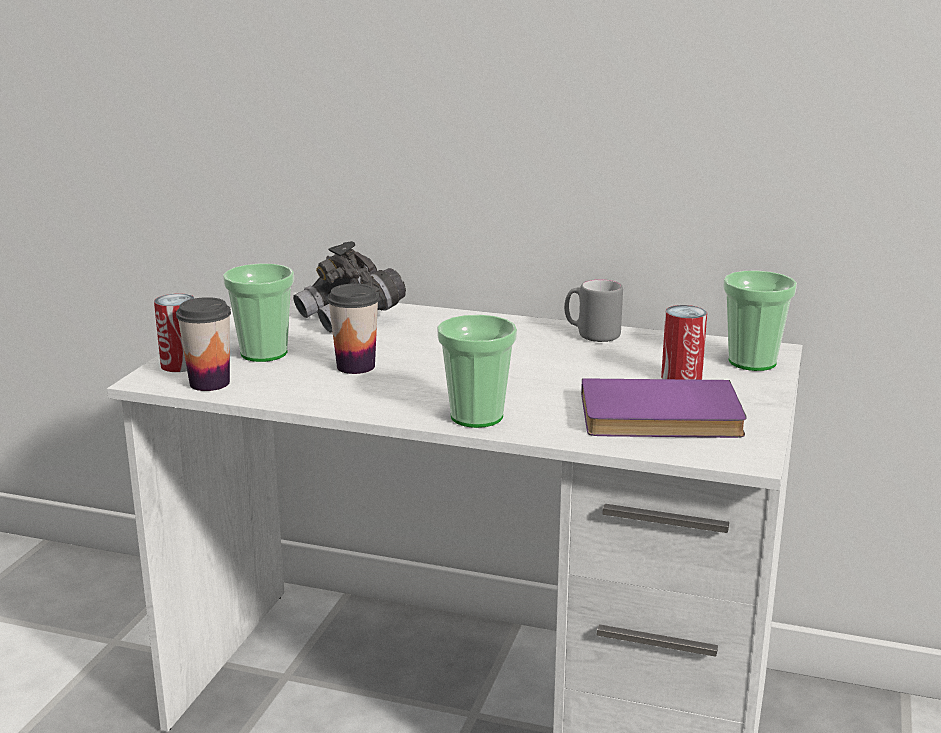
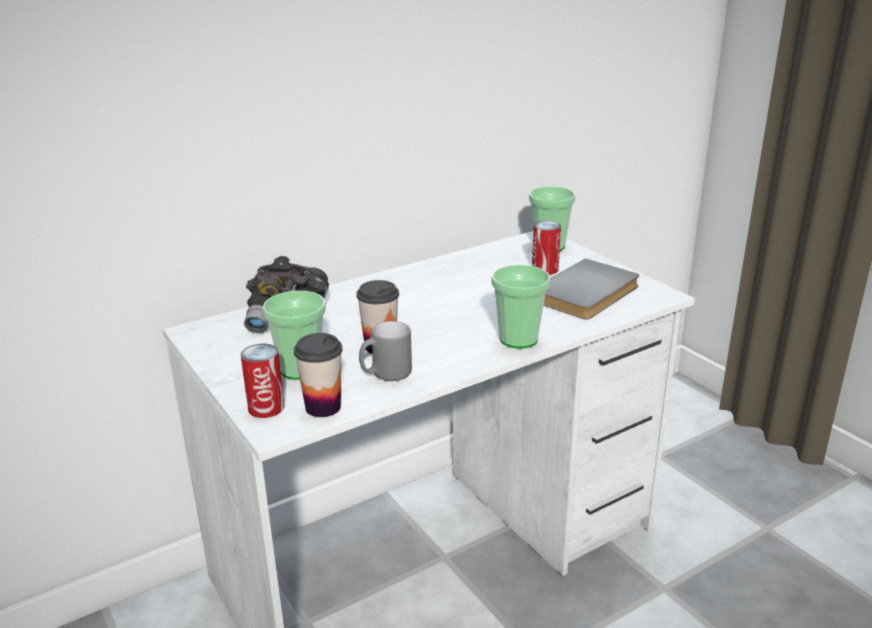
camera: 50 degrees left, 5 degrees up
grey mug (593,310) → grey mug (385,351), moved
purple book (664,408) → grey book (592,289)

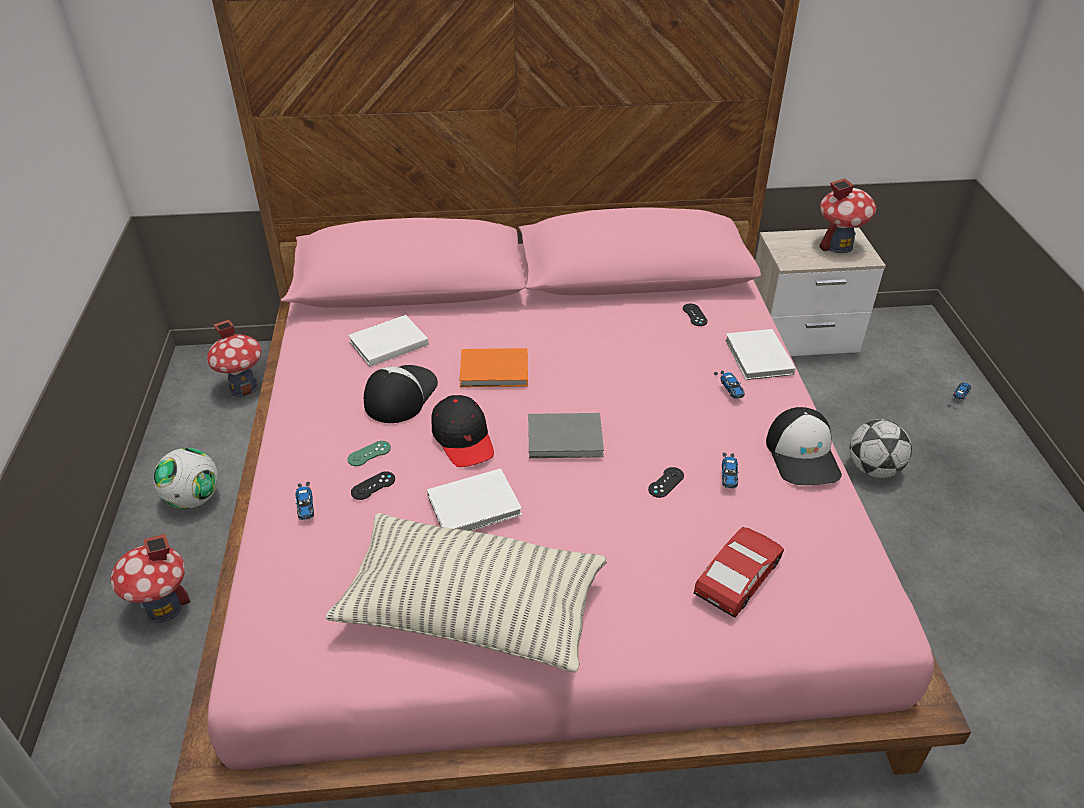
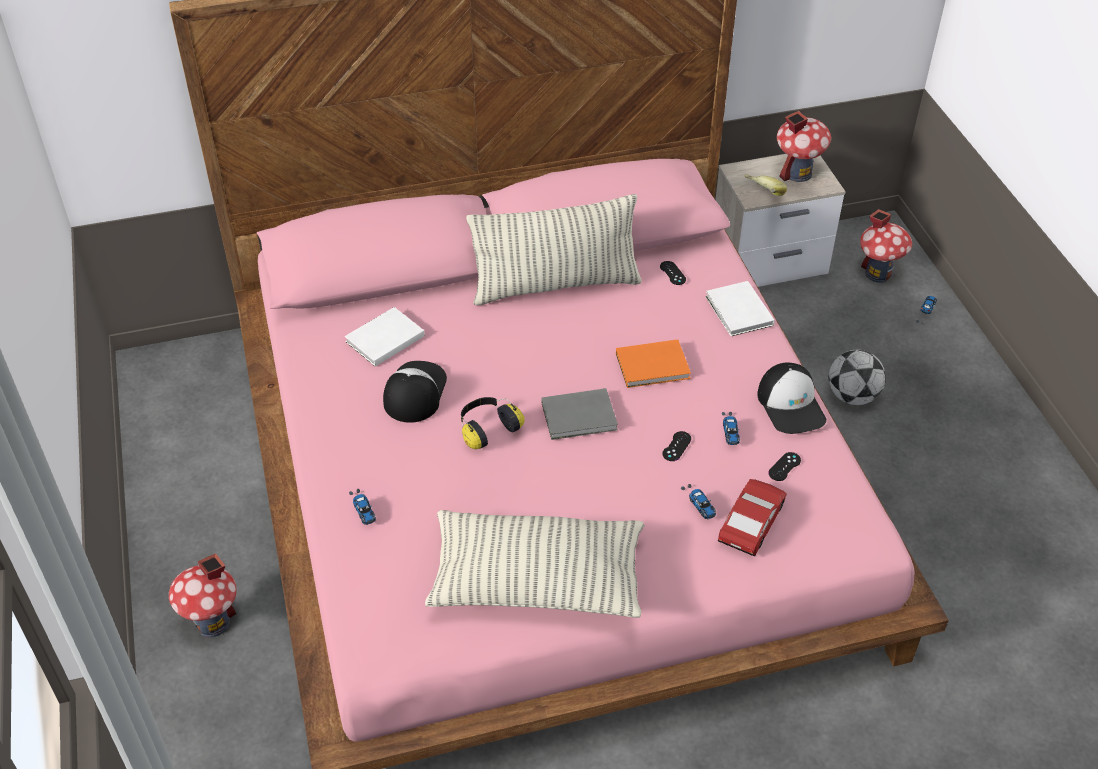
camera: 10 degrees left, 5 degrees up
football (185,478) → -
toy house (234,358) → toy house (886,246), moved
green game controller (369,453) → -
black game controller (373,485) → black game controller (784,466), moved
white book (474,499) → -
black cap (462,431) → headphones (492,423)
orange book (493,367) → orange book (653,363), moved
toy car (729,385) → toy car (698,501), moved
- → pillow (554,249)
- → banana (766,185)

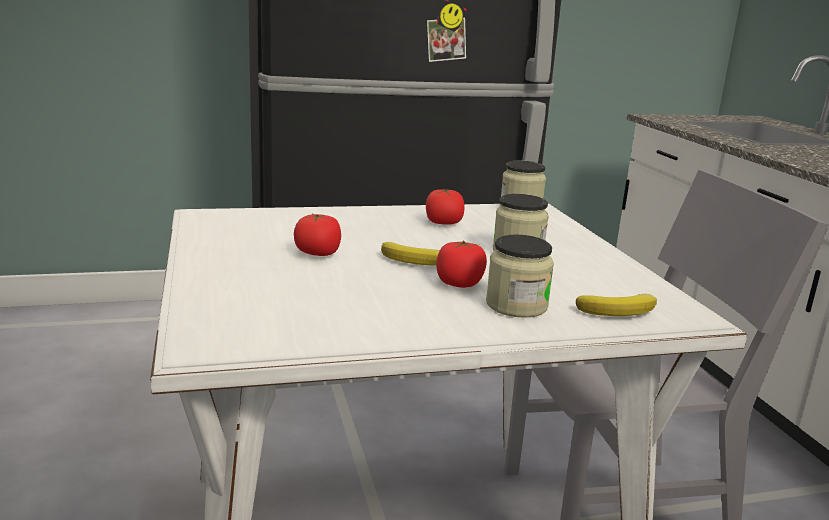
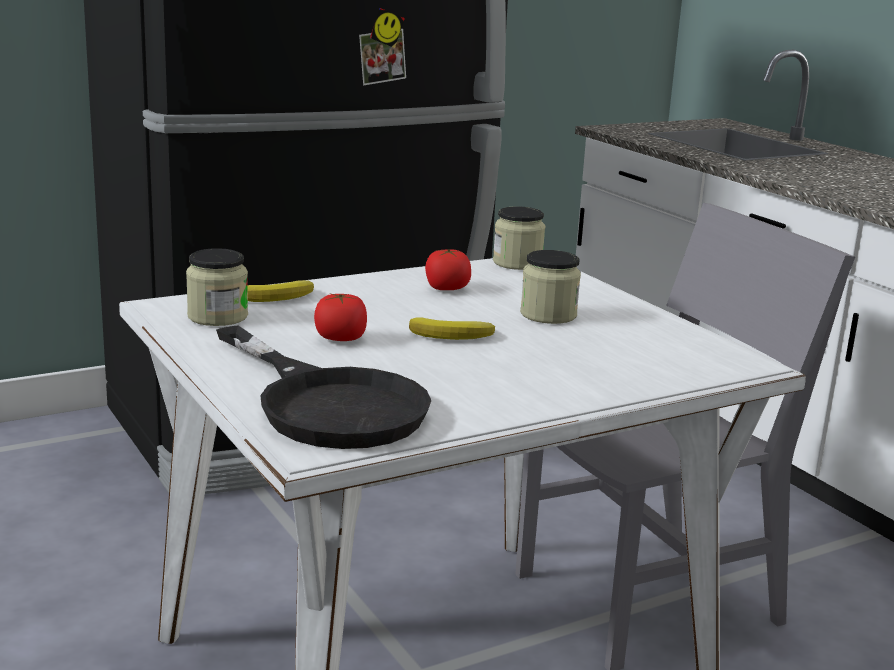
camera: 15 degrees left, 0 degrees up
tomato (461,264) → -
jar (520,276) → jar (217,287), moved
banana (616,305) → banana (281,291), moved
- → black frying pan (323,387)

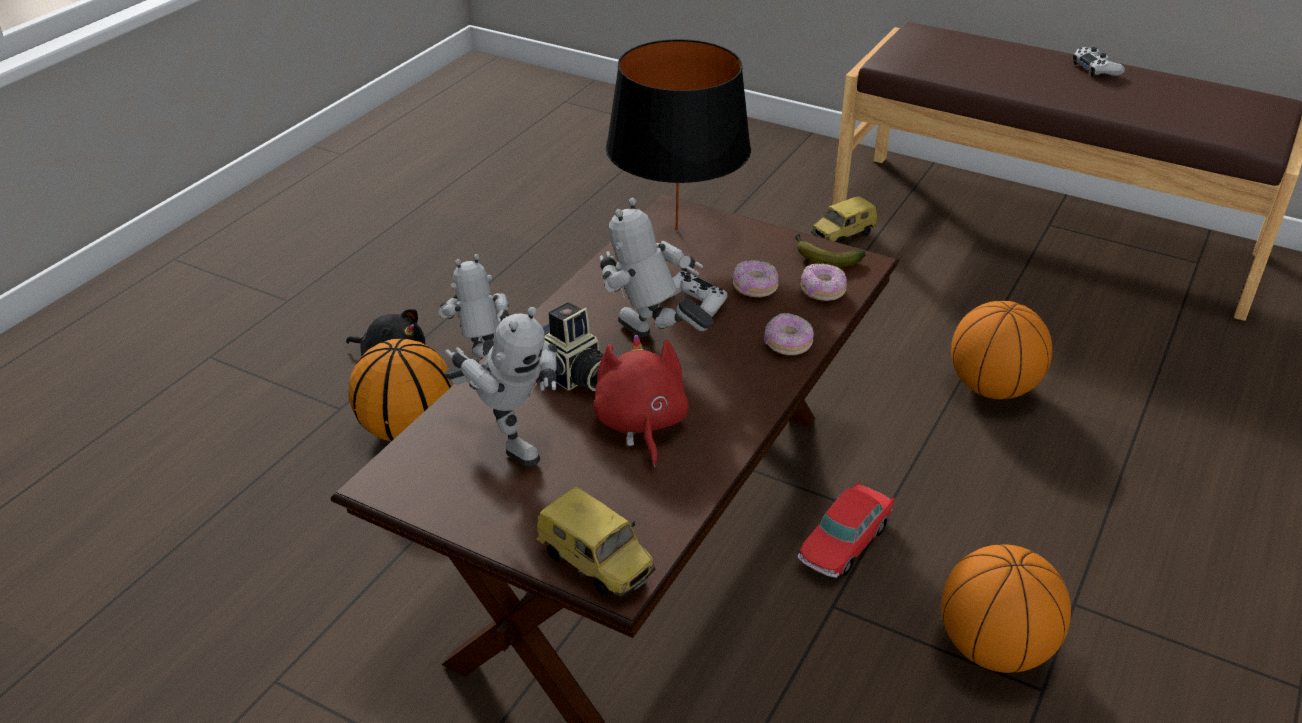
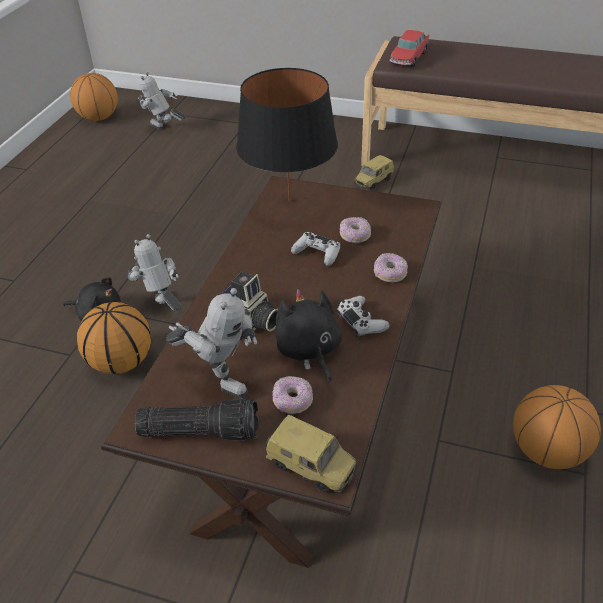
camera: 10 degrees left, 5 degrees up
red plush toy (641,401) → black plush toy (308,336)
toy robot (656,267) → toy robot (161,100), moved
banana (830,250) → -
toy car (846,529) → toy car (409,48), moved
donut (823,282) → donut (292,395), moved
basketball (1001,350) → basketball (94,97), moved
white game controller (1099,62) → white game controller (363,316), moved
- → flashlight (197,419)

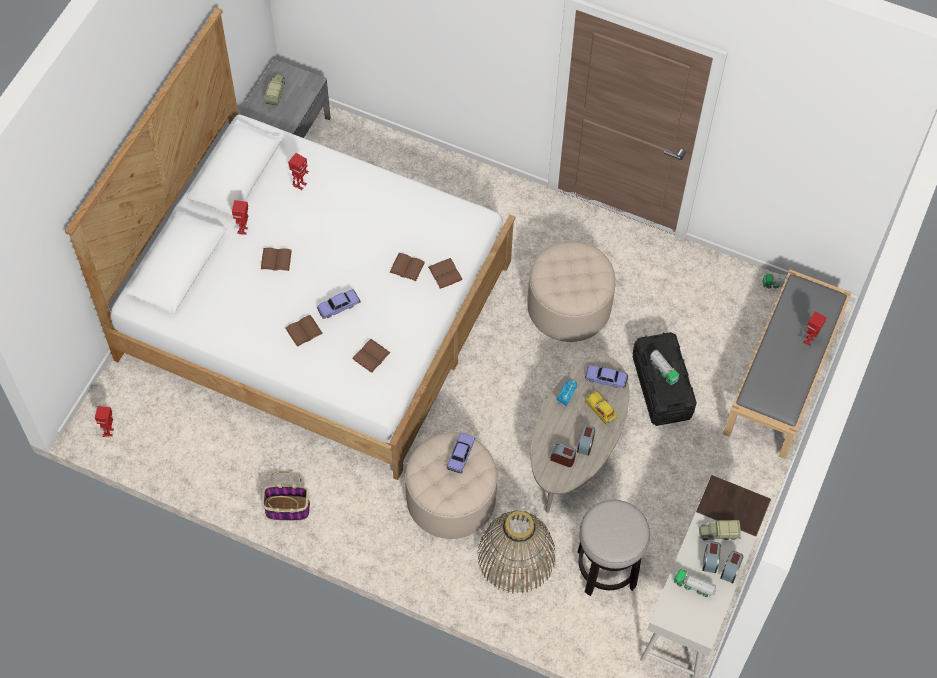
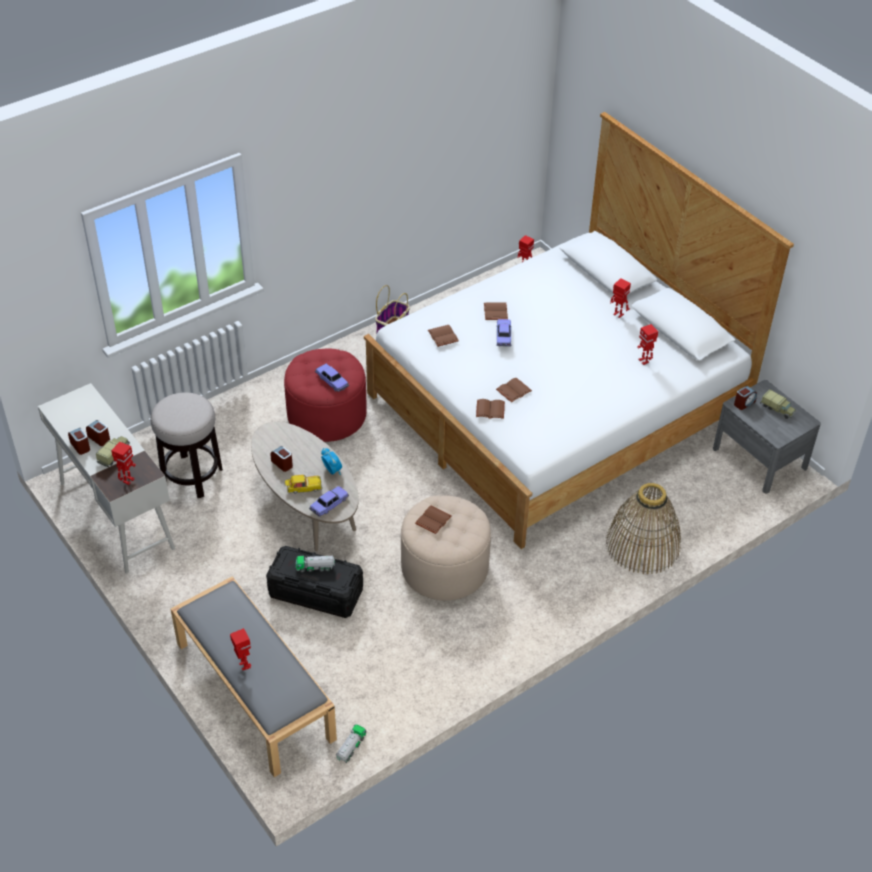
camera: 120 degrees right, 15 degrees down
brown book (276,259) → brown book (433,519), moved
beige ottoman (451,485) → red ottoman (325,395)
basket (517,551) → basket (643,529), moved
alarm clock (563,455) → alarm clock (745,398), moved
toy truck (695,583) → -
- → toy robot (123,463)

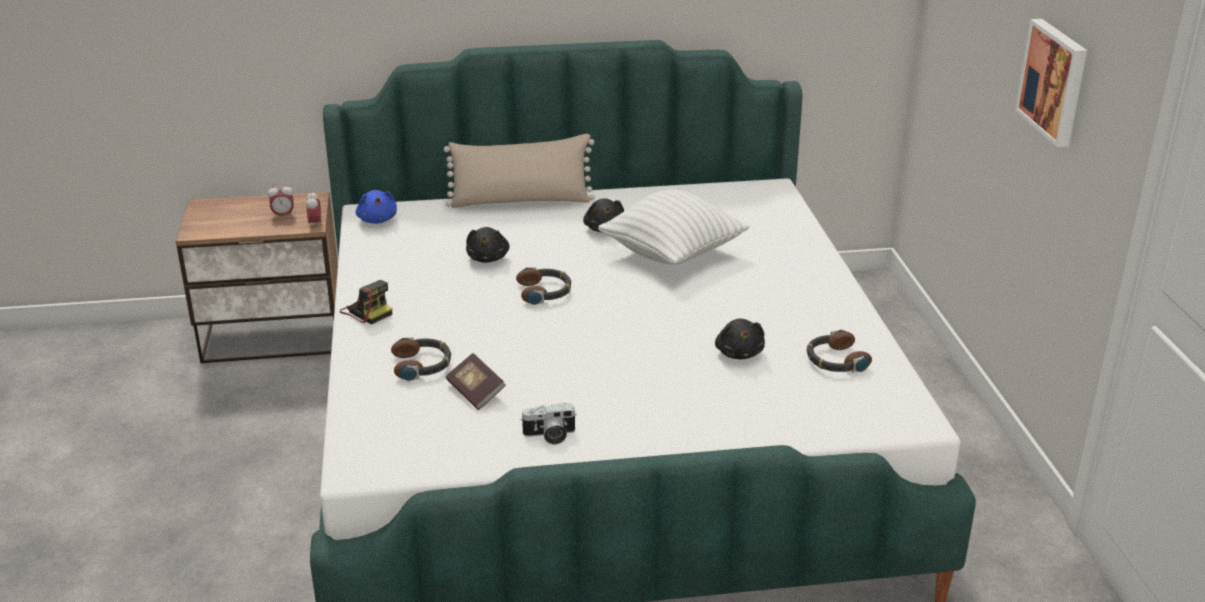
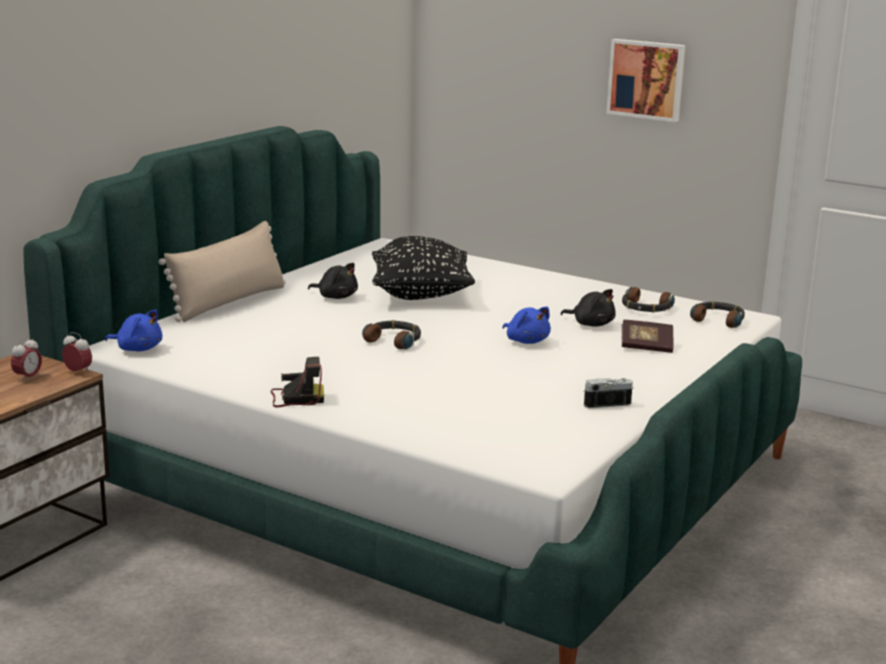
camera: 50 degrees left, 10 degrees down
headphones (421,359) → headphones (717,314), moved
book (476,381) → book (647,336), moved
black plush toy (488,245) → -
photo camera (548,423) → photo camera (608,393), 135 degrees counterclockwise
white pillow (673,227) → black pillow (423,268)
- → blue plush toy (526,325)

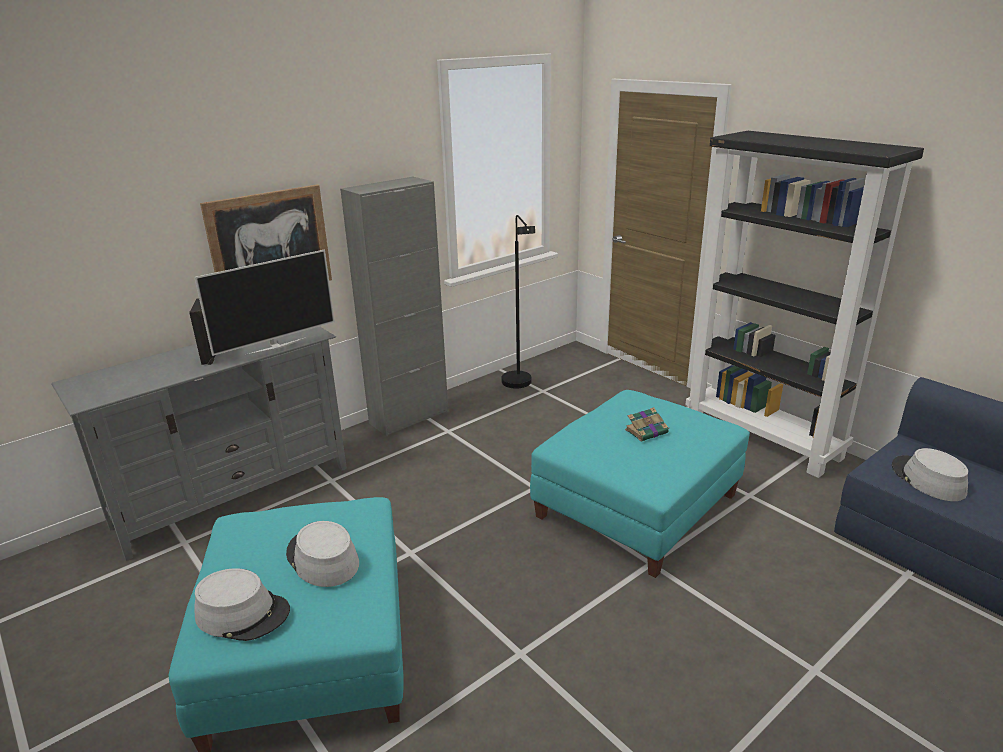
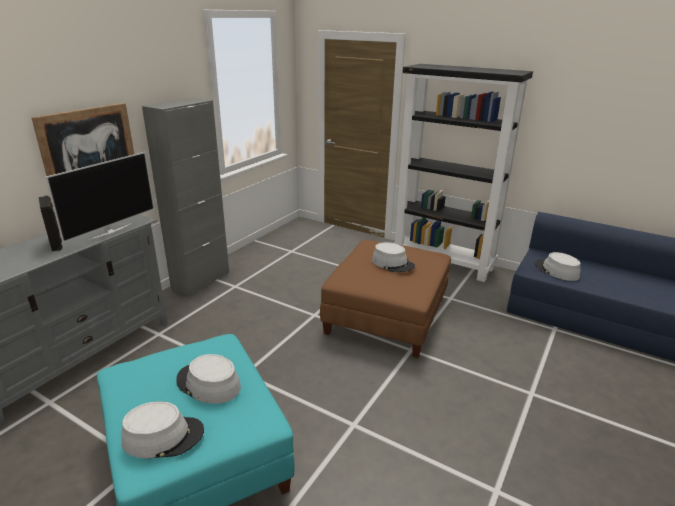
camera: 20 degrees left, 0 degrees up
black floor lamp (518,302) → -
turquoise ottoman (640,484) → brown ottoman (385,299)
book (647,424) → grey hat (393,257)

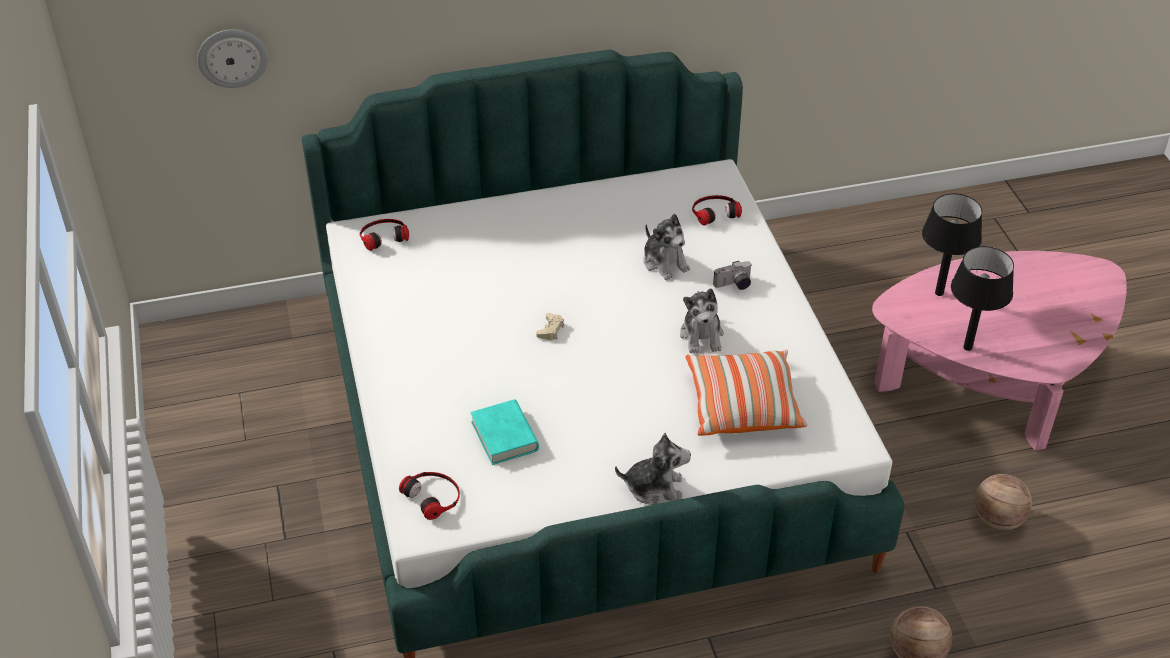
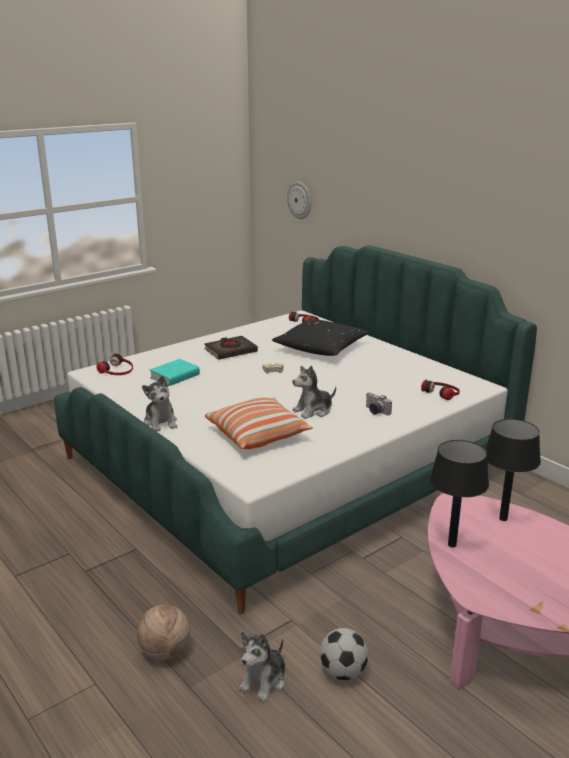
camera: 65 degrees right, 20 degrees down
plush toy (666,247) → plush toy (262,666), moved
basketball (1003,502) → football (344,654)
- → black book (231,348)
- → black pillow (320,337)

